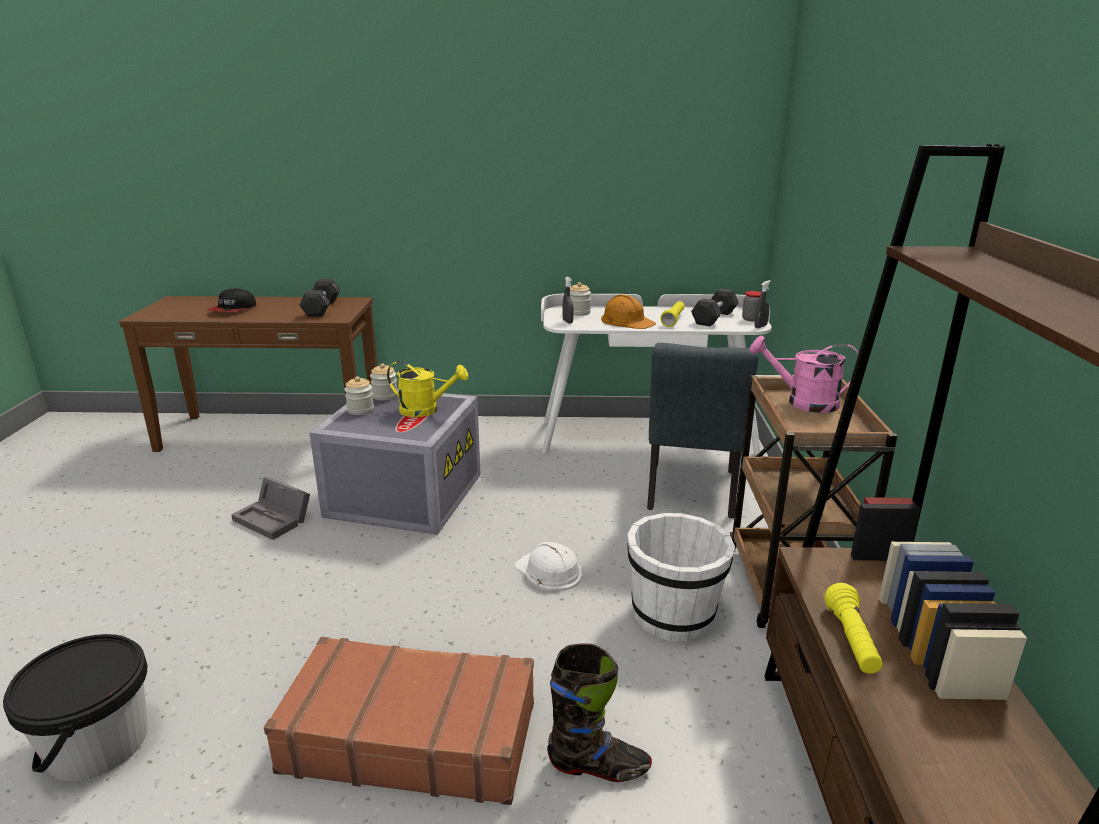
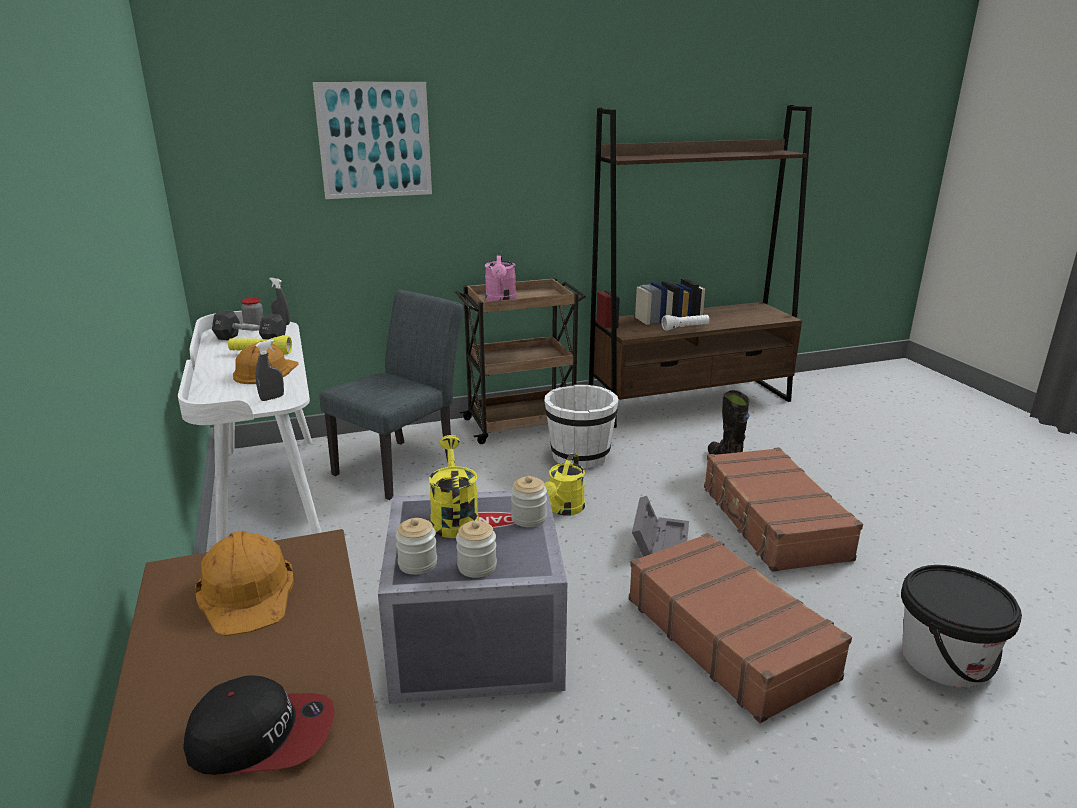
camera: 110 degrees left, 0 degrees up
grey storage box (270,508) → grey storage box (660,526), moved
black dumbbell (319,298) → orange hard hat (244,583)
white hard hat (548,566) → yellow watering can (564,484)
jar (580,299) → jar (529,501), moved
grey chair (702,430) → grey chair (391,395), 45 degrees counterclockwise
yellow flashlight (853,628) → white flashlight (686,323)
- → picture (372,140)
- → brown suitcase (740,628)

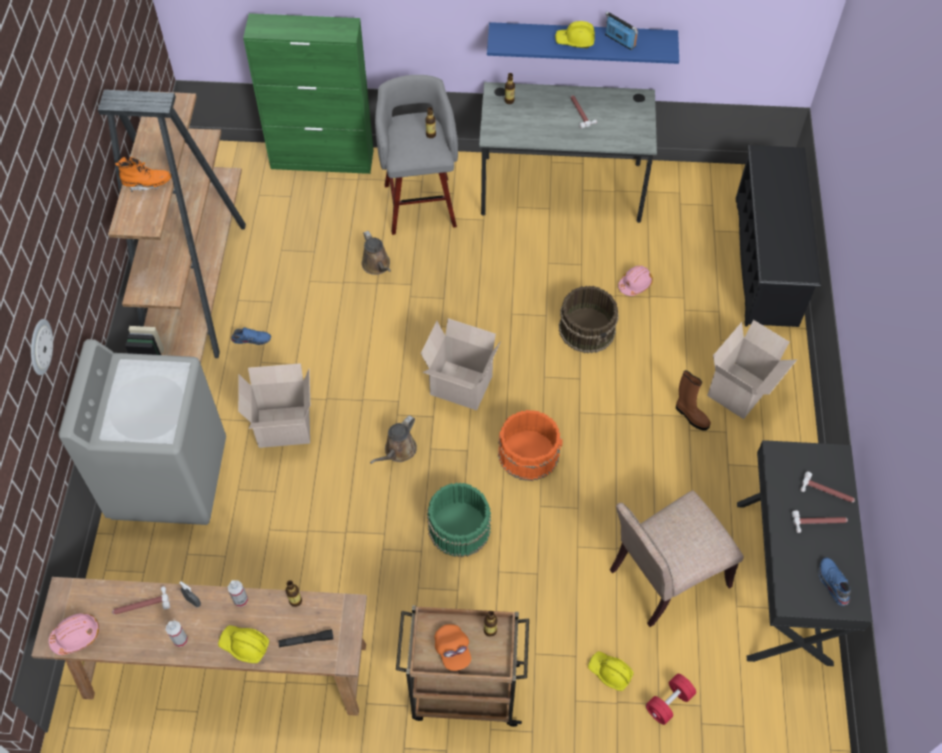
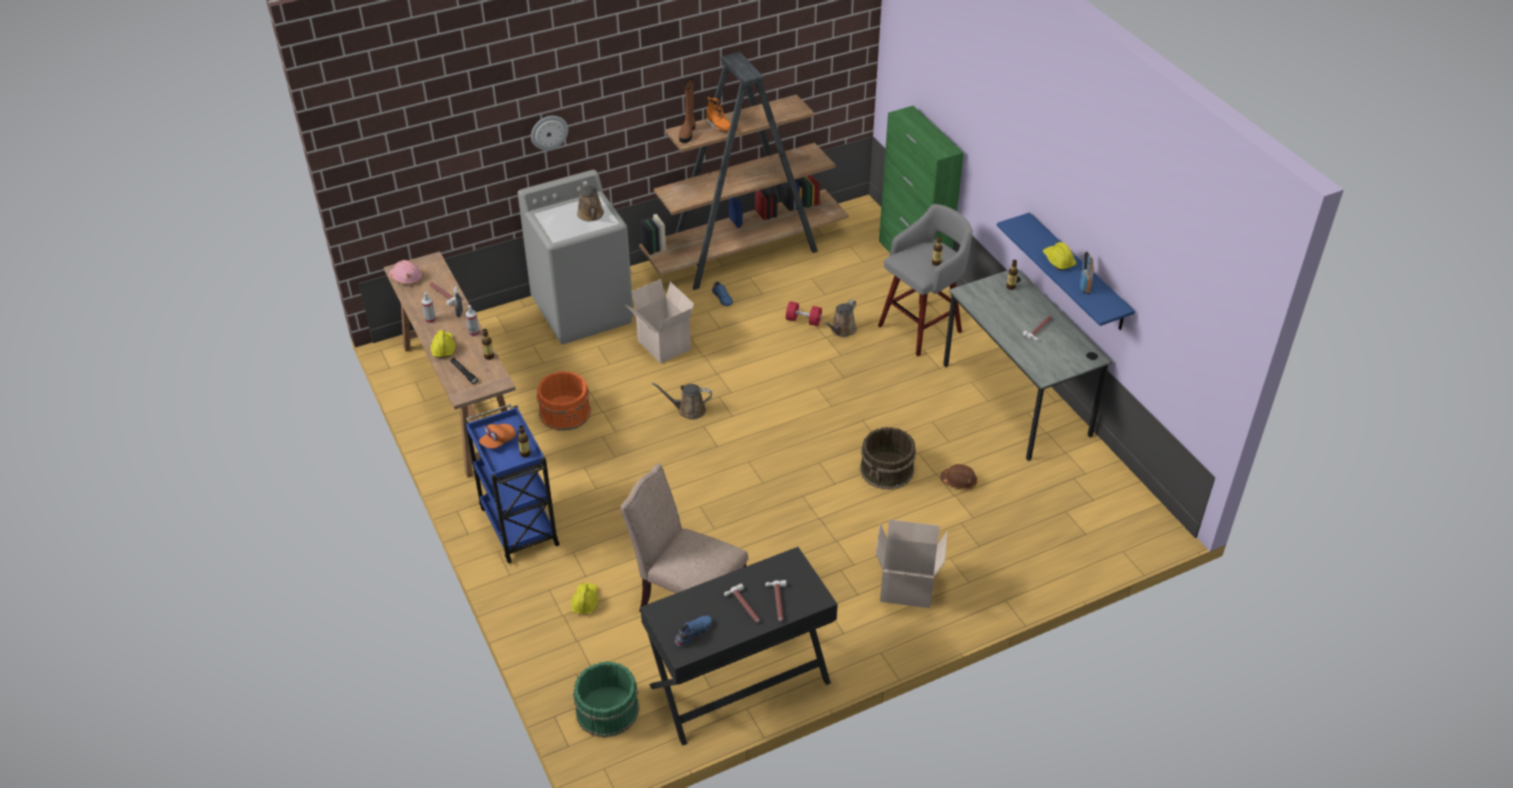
camera: 60 degrees right, 15 degrees down
brown cart (462,666) → blue cart (512,484)
cardboard box (461,364) → -
green bucket (459,520) → green bucket (606,699), moved
orange bucket (530,445) → orange bucket (564,401), moved
pink hard hat (635,280) → brown hard hat (958,477)
red dumbbell (671,699) → red dumbbell (804,313), moved
brown boot (693,400) → brown boot (687,111), moved
black shoe rack (778,236) → -
- → brown watering can (590,201)

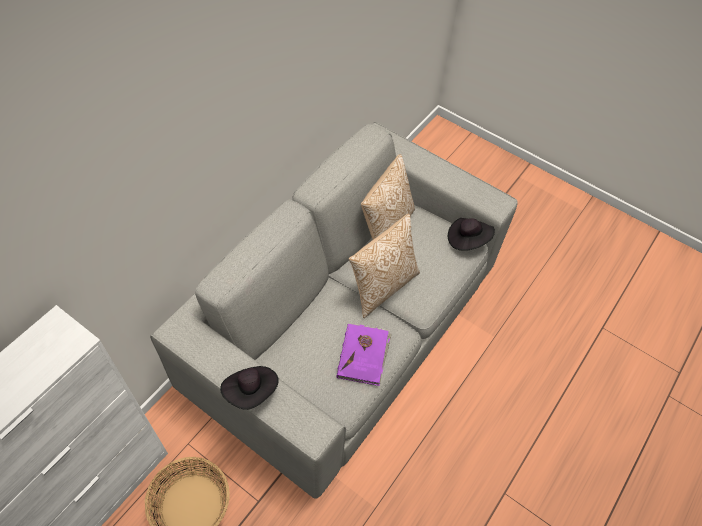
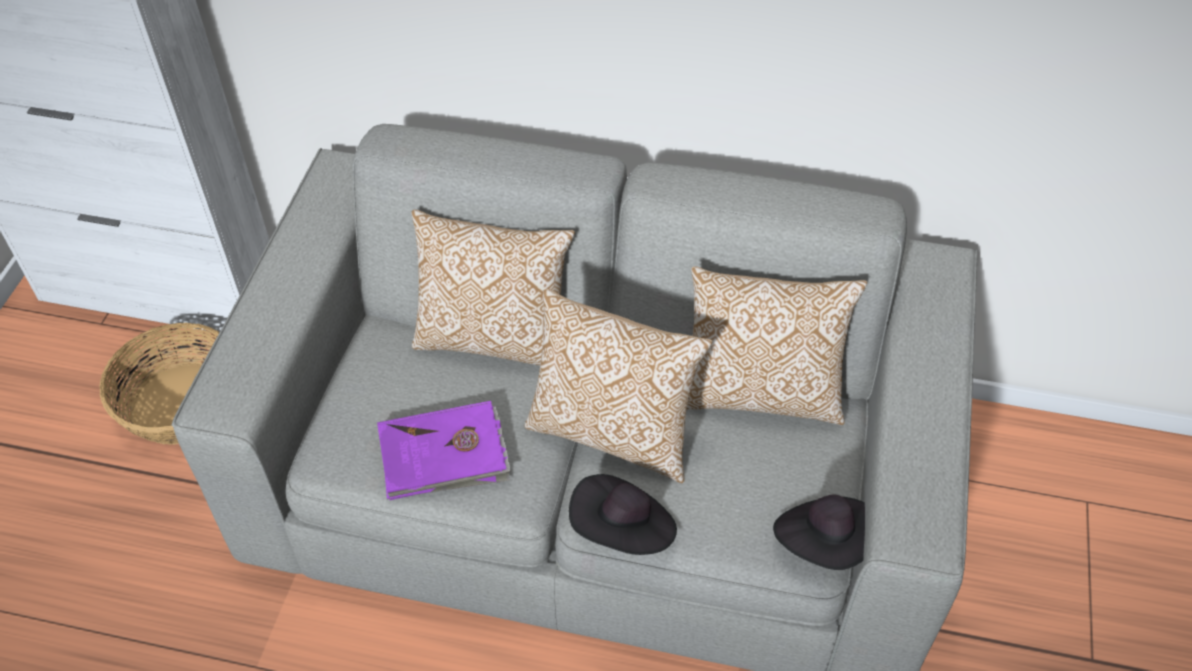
camera: 70 degrees right, 5 degrees down
black hat (249,388) → black hat (623,514), moved
- → pillow (493,287)

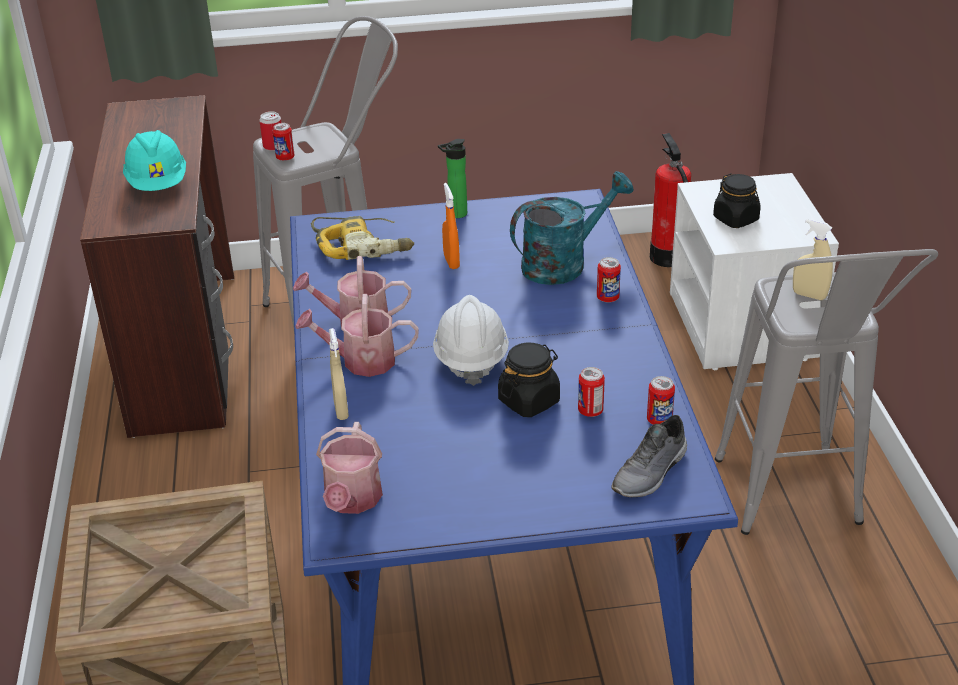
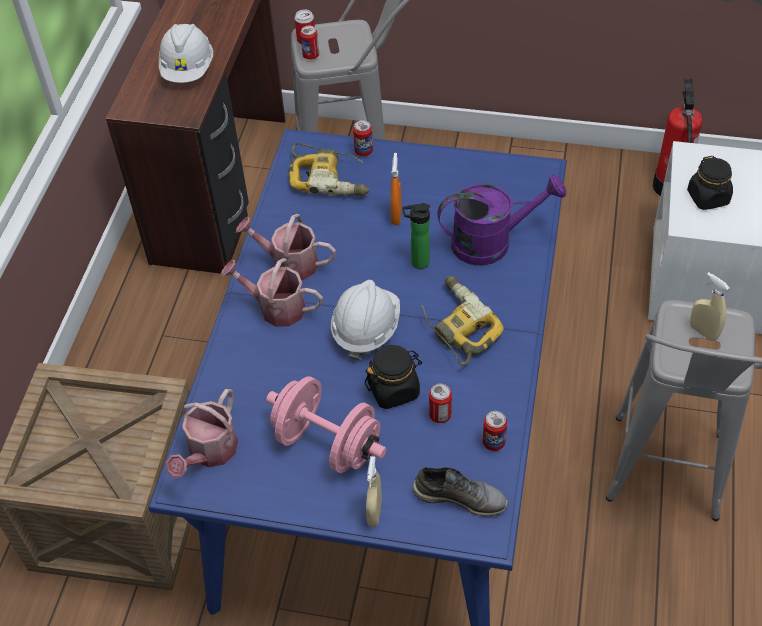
camera: 20 degrees right, 15 degrees up
turquoise hard hat (154,160) → white hard hat (186,53)
beige spray bottle (339,374) → beige spray bottle (374,491), moved
bottle (452,178) → bottle (416,236), moved
turquoise watering can (572,228) → purple watering can (501,220)
can (609,279) → can (363,138), moved
grey shoe (649,456) → grey shoe (460,491), 135 degrees counterclockwise
- → pink dumbbell (326,424)
- → power drill (462,321)

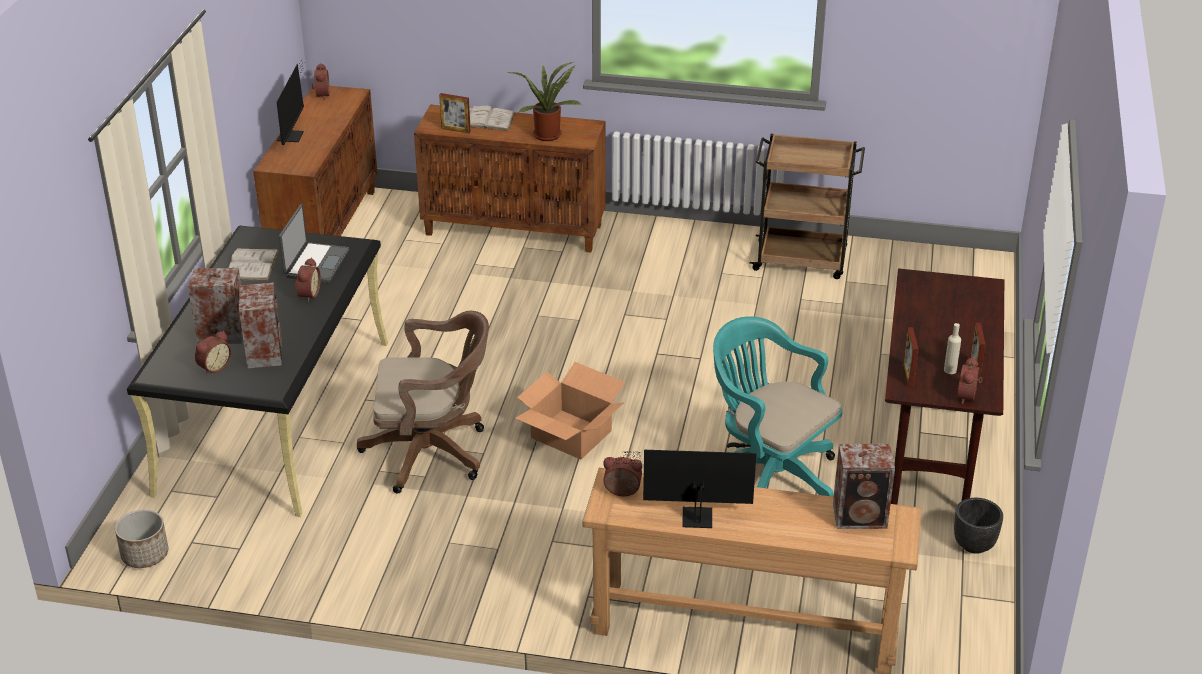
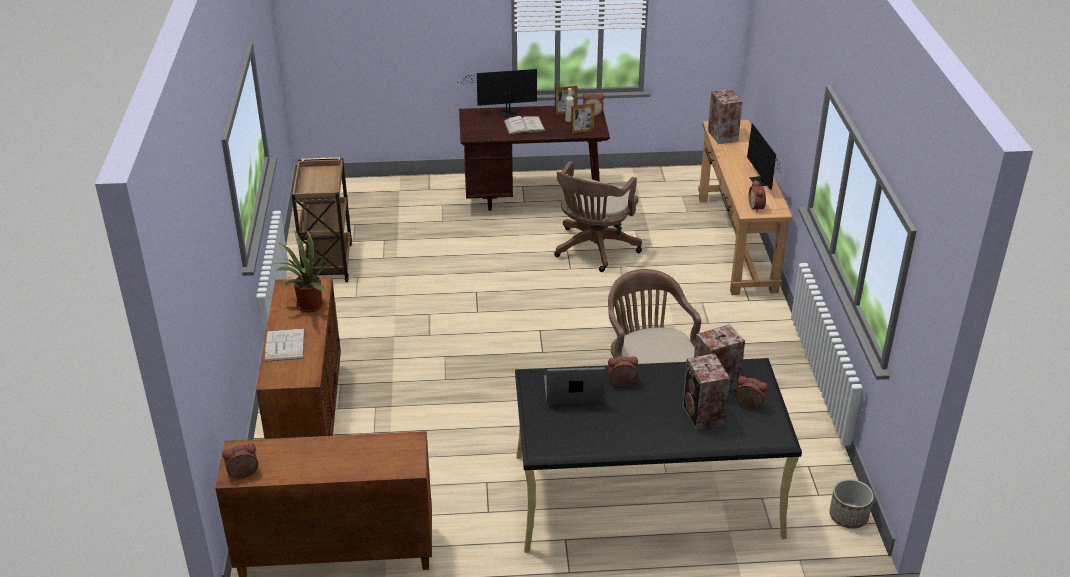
camera: 105 degrees left, 0 degrees up
white book (254,265) → white book (524,125), moved
monitor (290,104) → monitor (498,93), moved
picture frame (455,113) → -
cardboard box (570,410) → -
turquoise office chair (777,406) → brown office chair (598,216)
black planter (978,526) → -

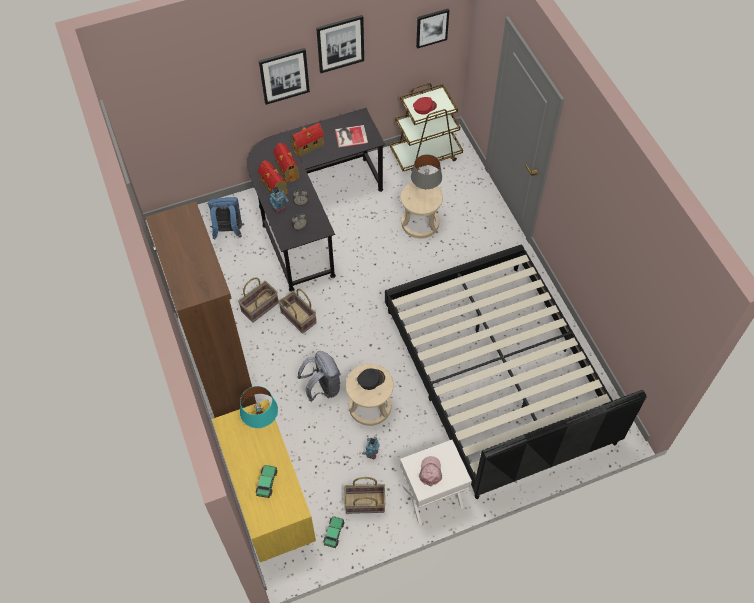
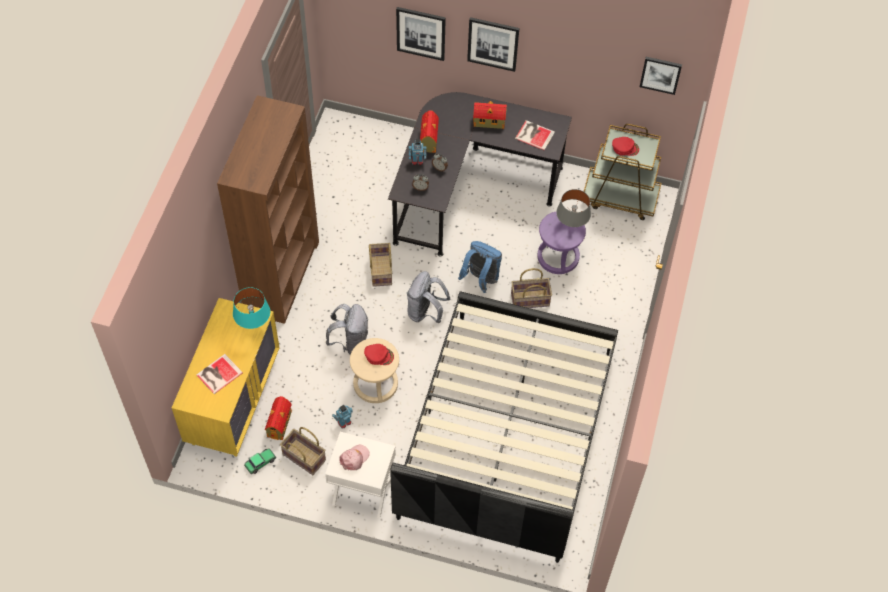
camera: 35 degrees right, 0 degrees up
blue backpack (226,218) → blue backpack (480,267), moved
basket (258,300) → basket (531,288), moved
toy car (266,481) → book (219,374)
toy house (286,163) → toy house (278,418), moved
picture (340,44) → picture (421,34), moved
black cap (371,379) → red cap (379,354)
beige stool (421,210) → purple stool (561,243)
- → grey backpack (428,297)

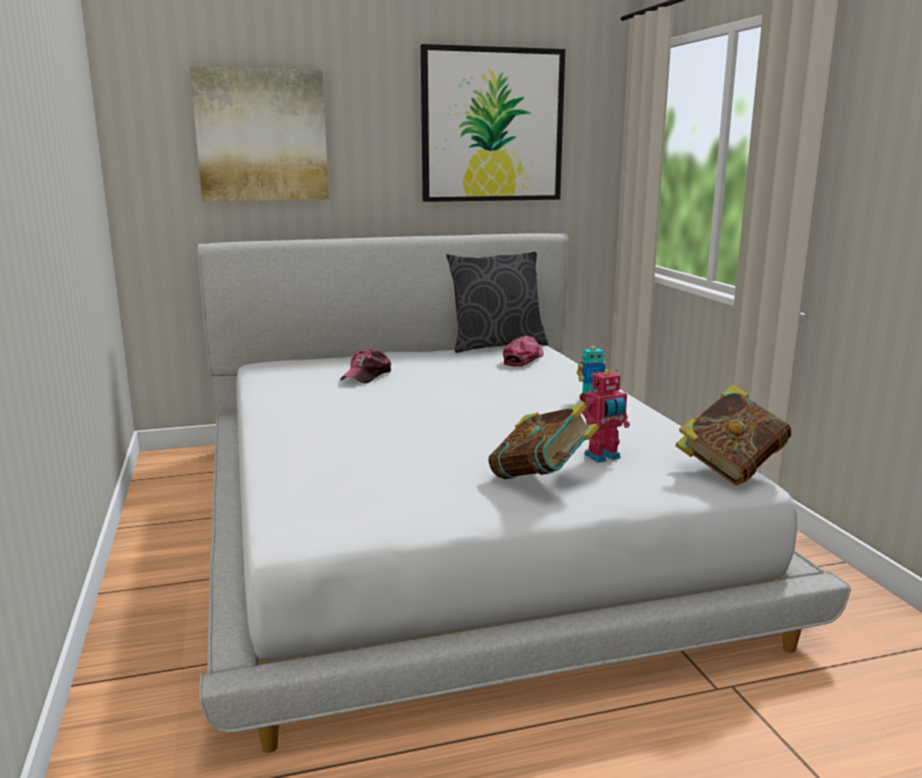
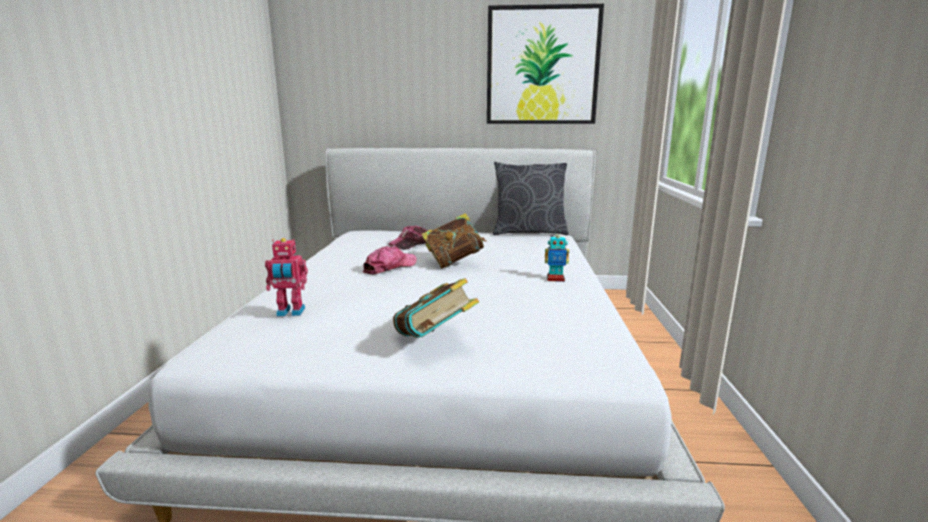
camera: 20 degrees right, 0 degrees up
picture (259,134) → -
cap (523,351) → cap (390,260), moved
toy robot (606,416) → toy robot (286,277), moved
book (733,434) → book (454,240), moved

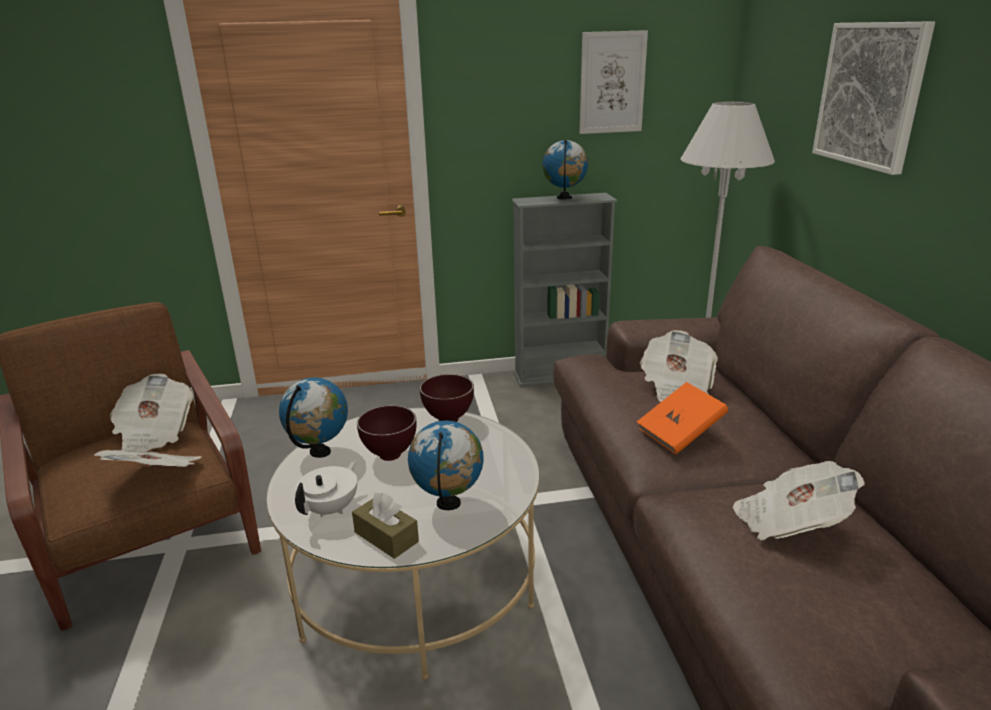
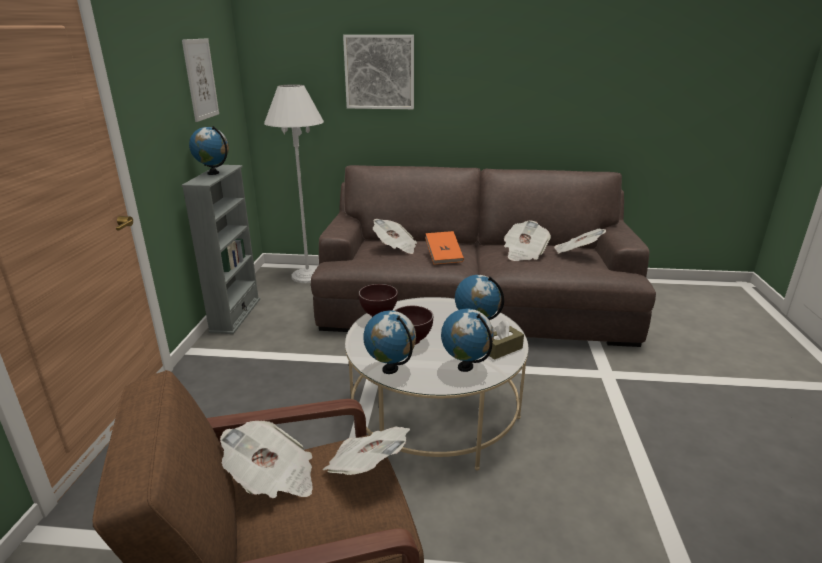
camera: 75 degrees left, 0 degrees up
white teapot (326,488) → globe (467,340)
- → newspaper (580,241)

